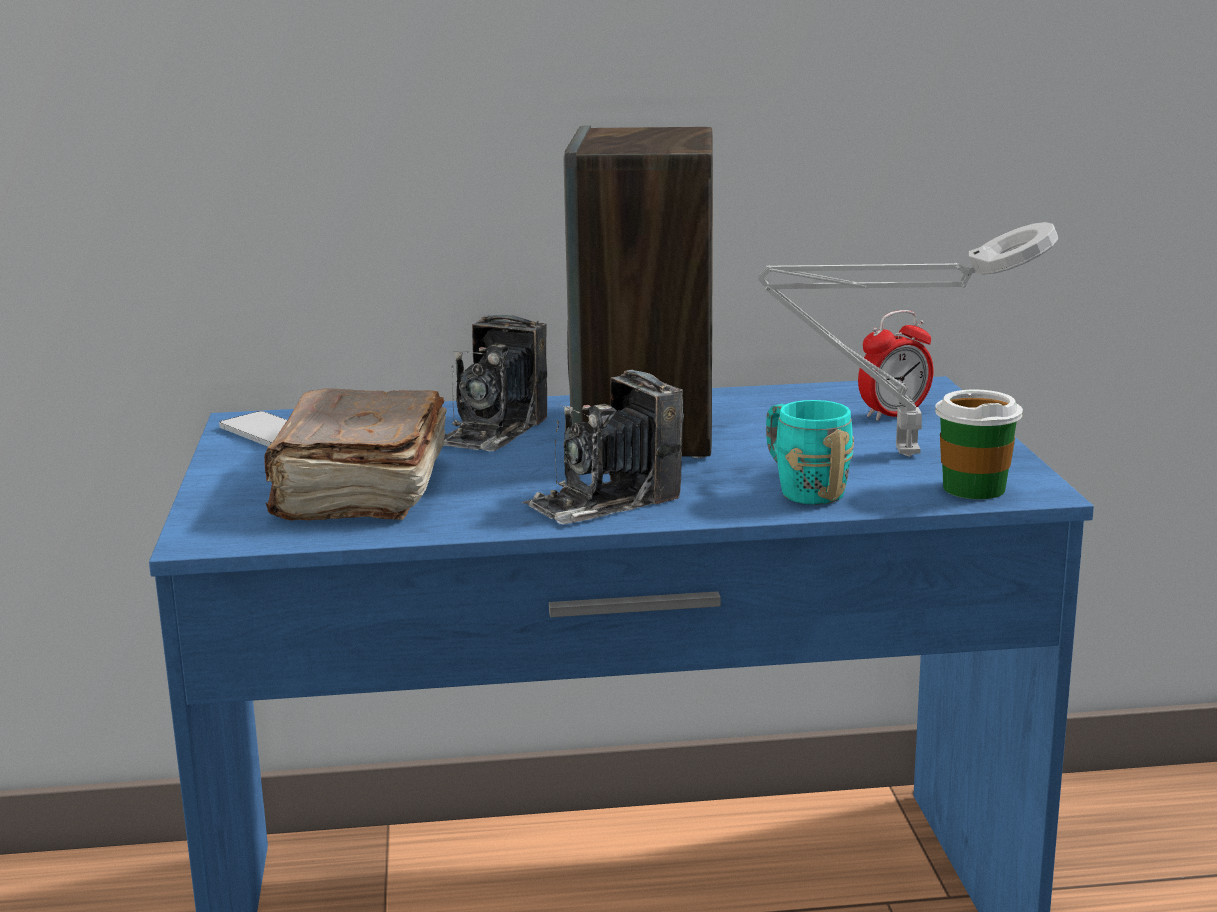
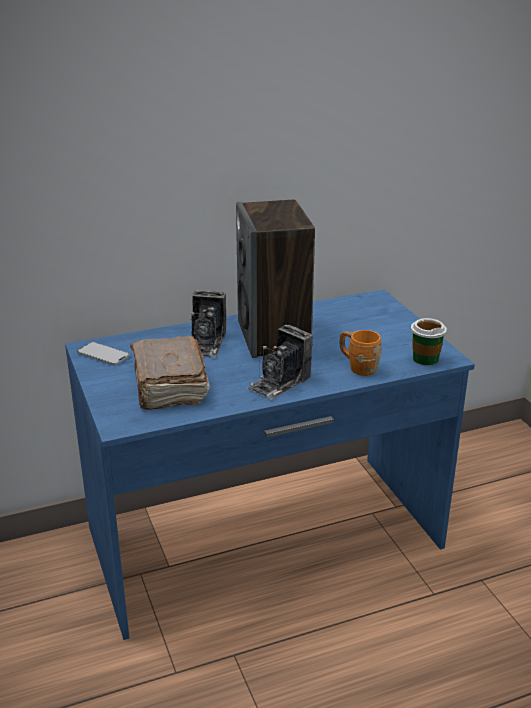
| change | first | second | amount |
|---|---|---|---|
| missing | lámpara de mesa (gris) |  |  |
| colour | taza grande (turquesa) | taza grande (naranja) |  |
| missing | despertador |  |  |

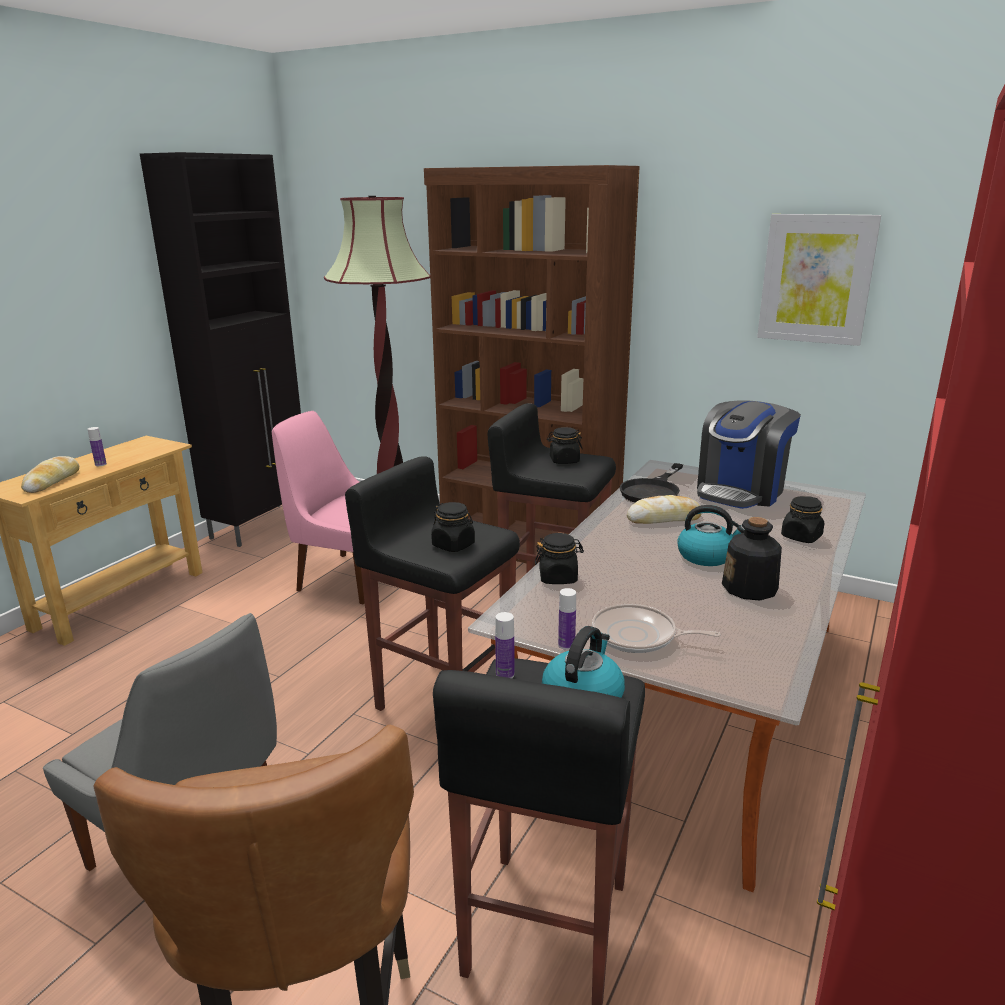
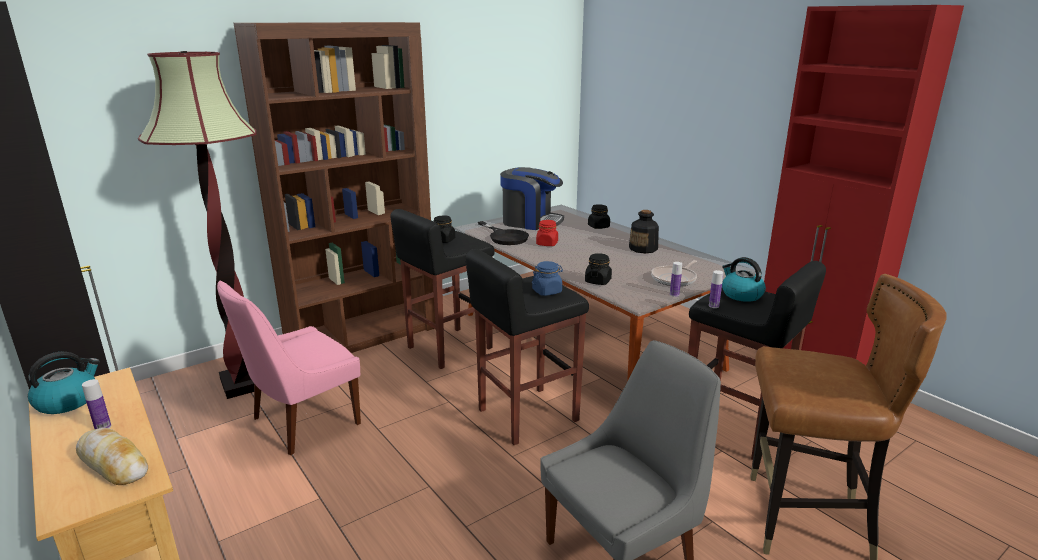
| change | first | second | amount |
|---|---|---|---|
| colour | tarro (negro) (no. 1 from left) | tarro (azul) |  |
| exchanged | pan (no. 2 from left) | tarro (rojo) |  |
| relocated | hervidor (no. 2 from left in the first image) | hervidor (no. 1 from left) |  |
| spun | cafetera |  | 45 degrees counterclockwise |
| missing | cuadro |  |  |

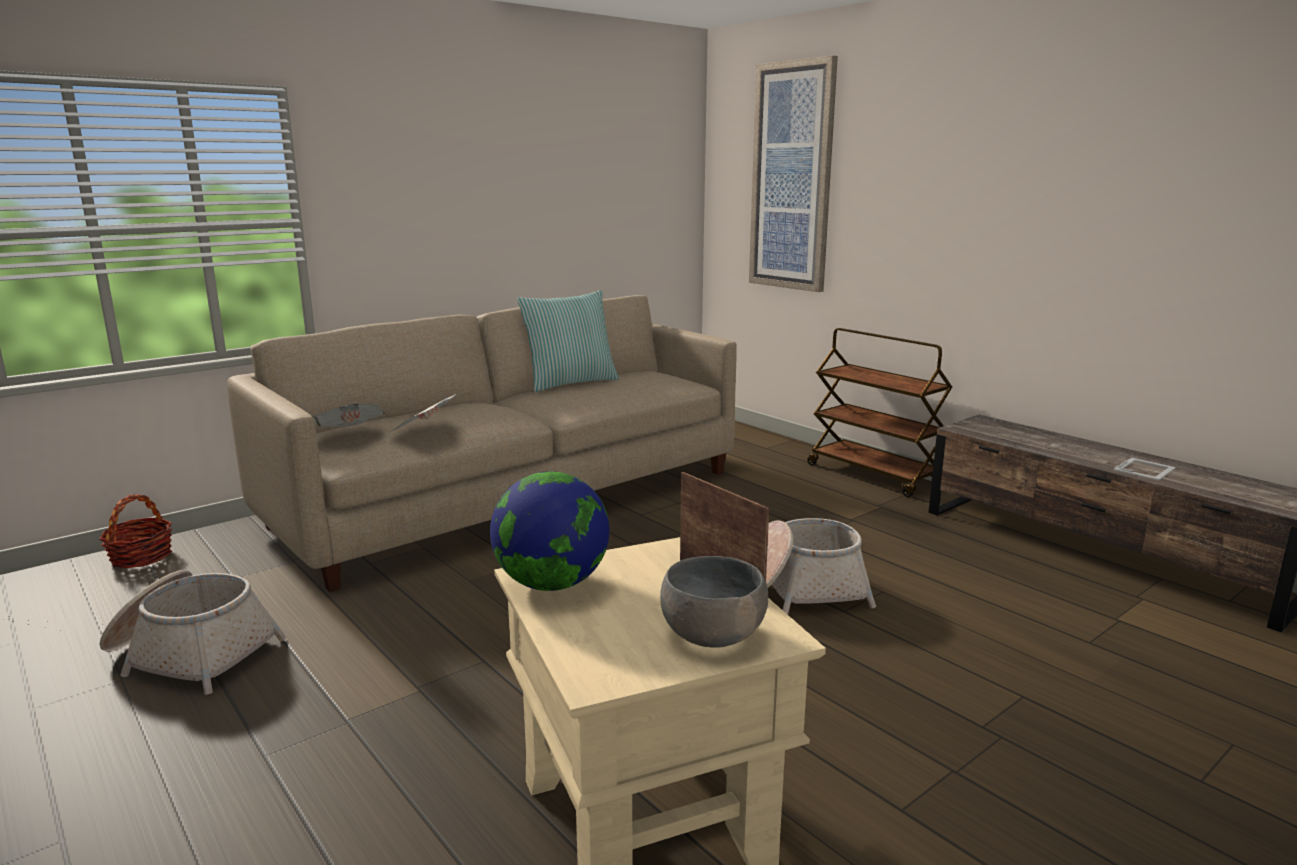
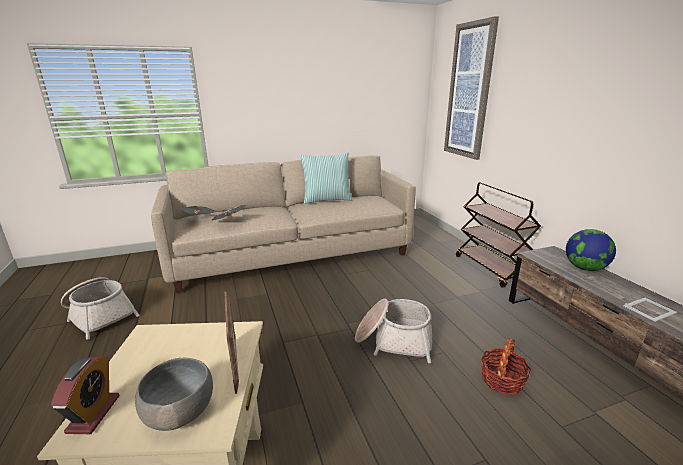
| change | first | second | amount |
|---|---|---|---|
| relocated | cesta (no. 1 from left in the first image) | cesta (no. 3 from left) |  |
| relocated | globo terráqueo |  |  |
| appeared |  | despertador |  |

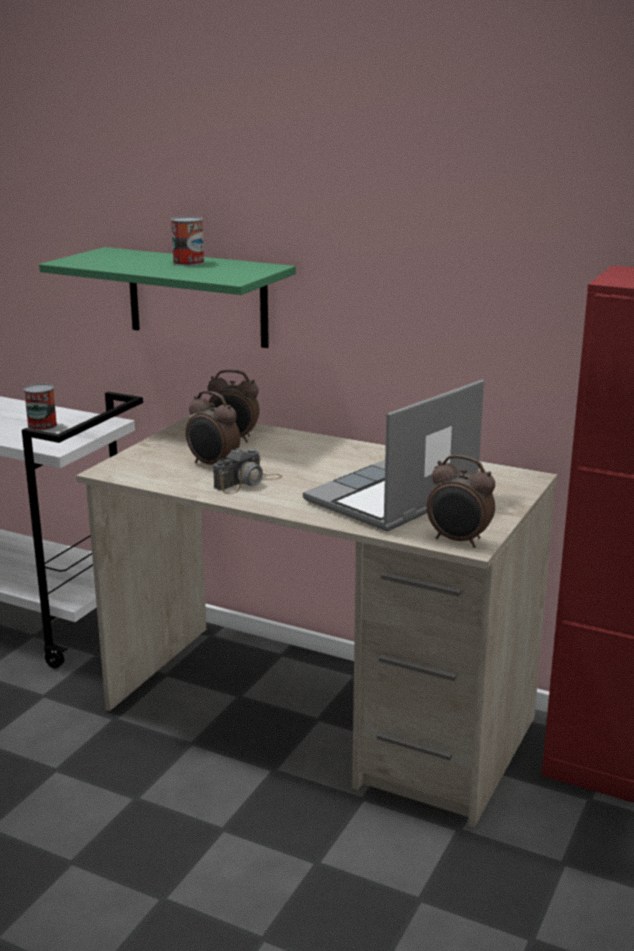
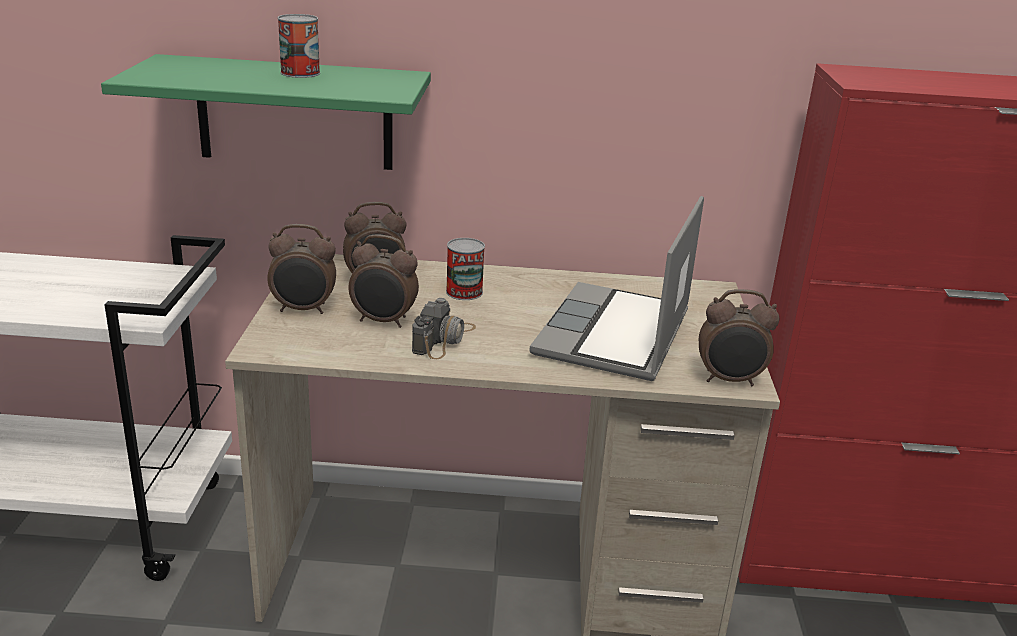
| change | first | second | amount |
|---|---|---|---|
| relocated | lata (no. 1 from left in the first image) | lata (no. 2 from left) |  |
| appeared |  | despertador (no. 1 from left) |  |

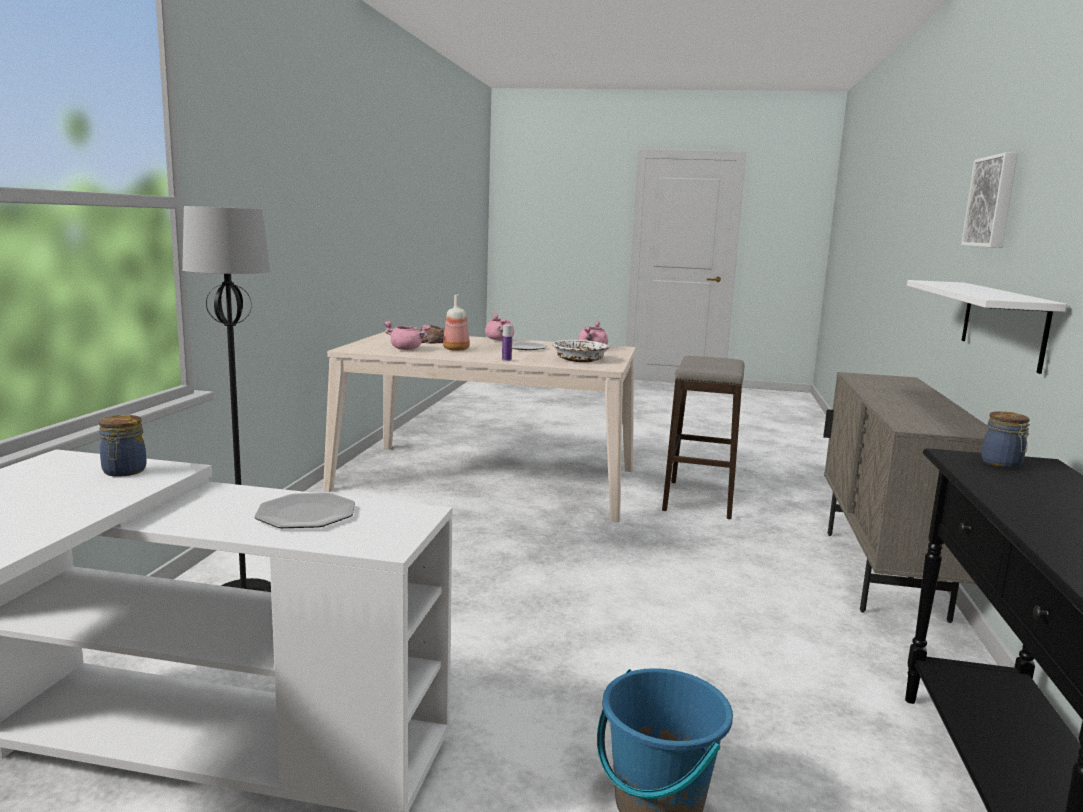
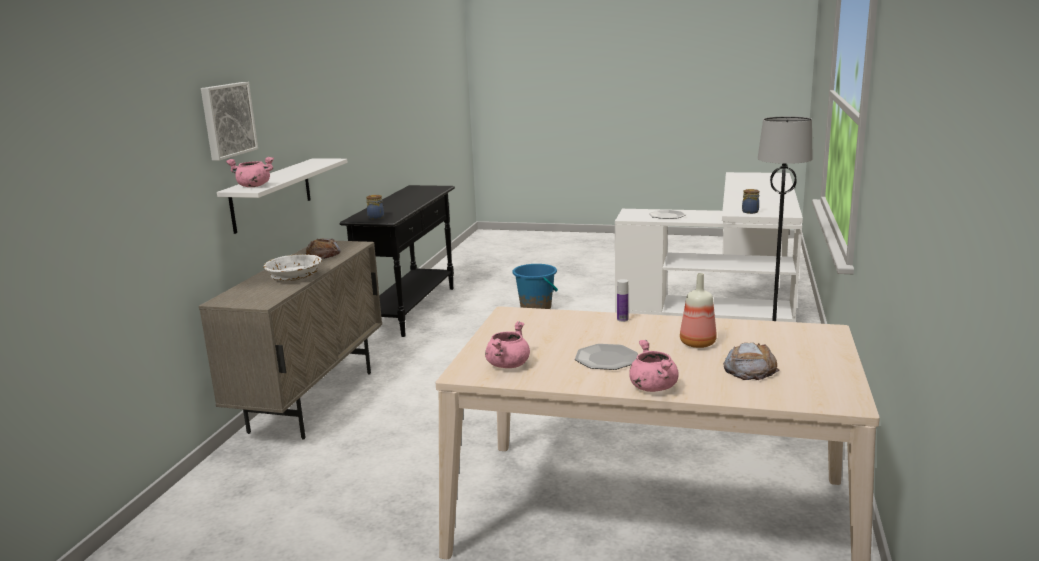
| change | first | second | amount |
|---|---|---|---|
| relocated | olla (rosa) (no. 1 from left) |  |  |
| relocated | cuenco (blanco) |  |  |
| missing | taburete |  |  |
| appeared |  | pan (no. 1 from left) |  |

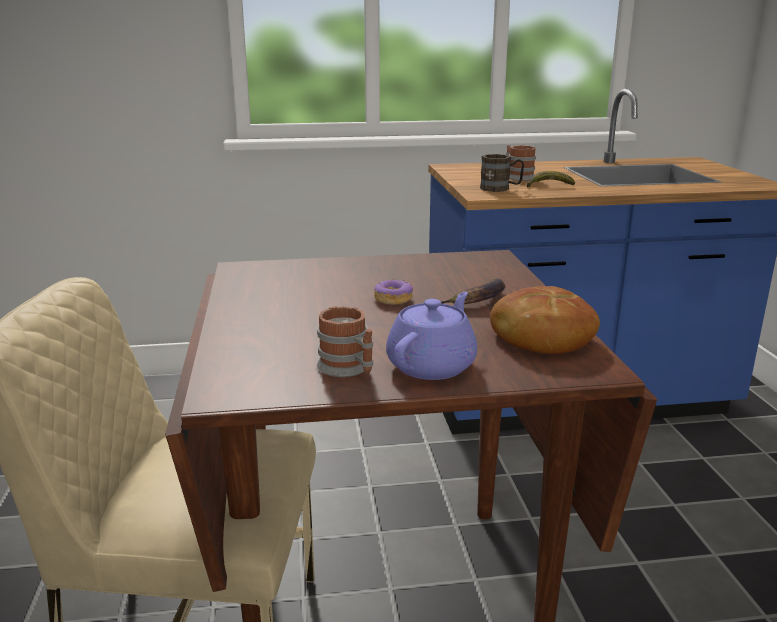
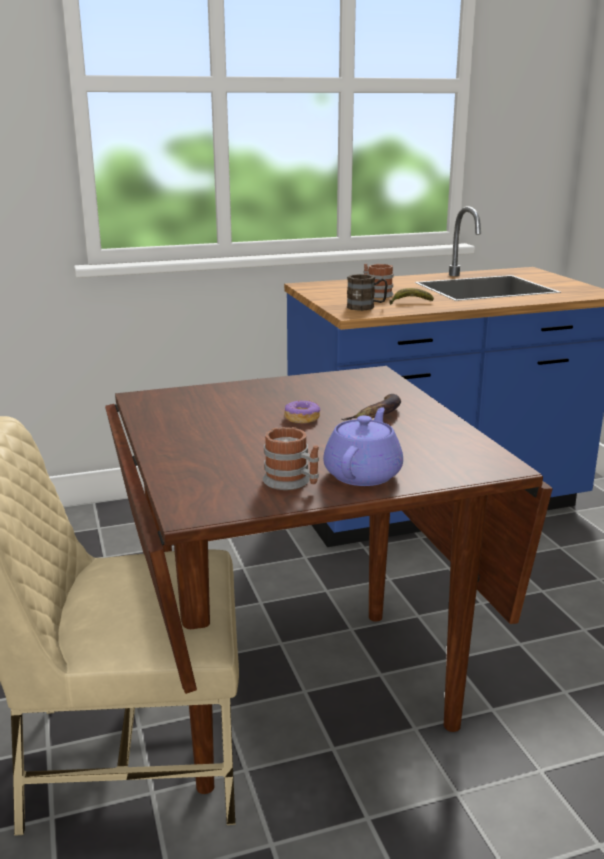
| change | first | second | amount |
|---|---|---|---|
| missing | pan |  |  |

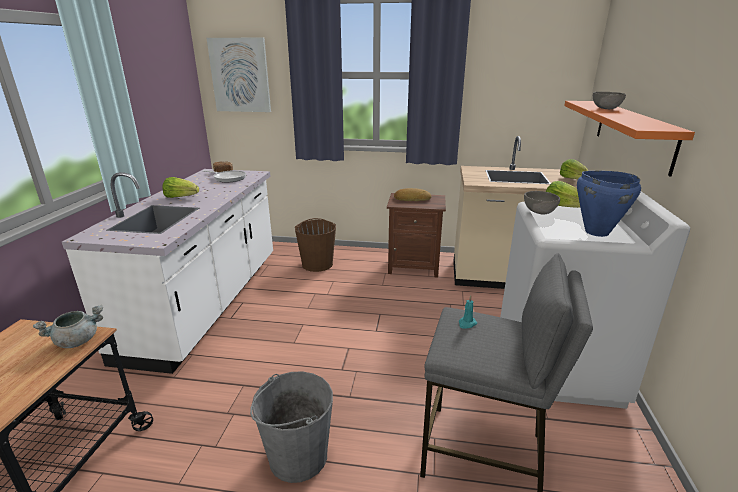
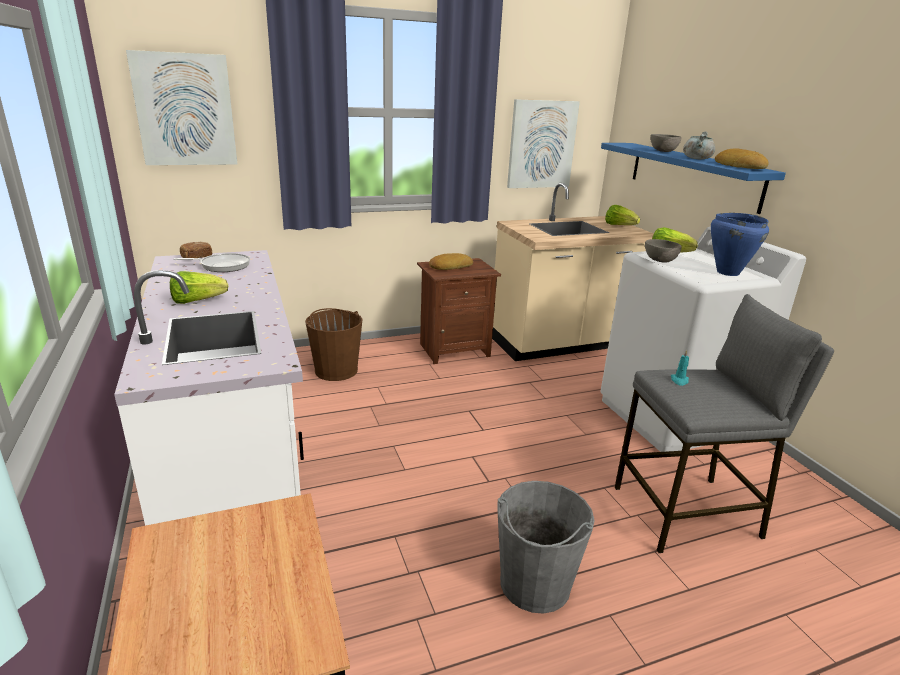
| change | first | second | amount |
|---|---|---|---|
| relocated | olla (gris) |  |  |
| colour | estante (naranja) | estante (azul) |  |
| appeared |  | cuadro (no. 2 from left) |  |
| appeared |  | pan (no. 3 from left) |  |

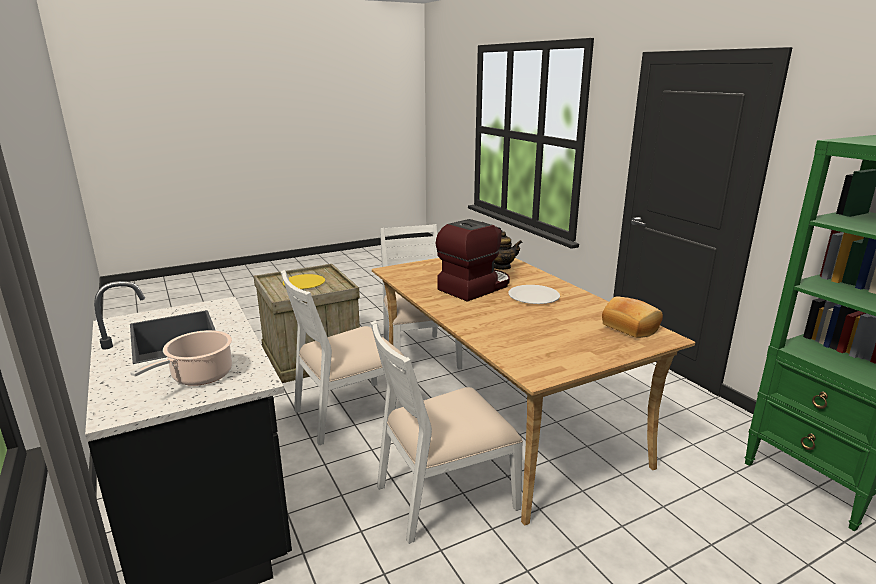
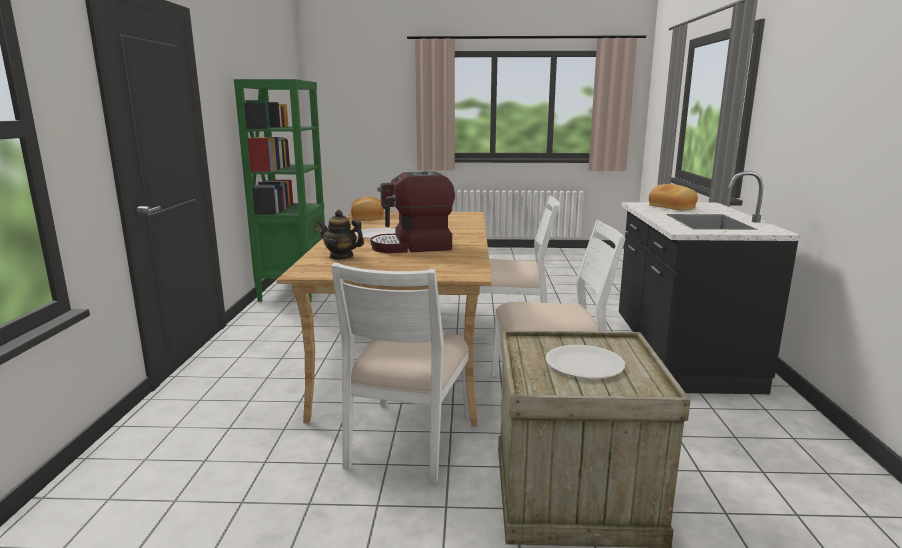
| change | first | second | amount |
|---|---|---|---|
| exchanged | olla | pan (no. 2 from left) |  |
| colour | plato (amarillo) | plato (blanco) (no. 2 from left) |  |

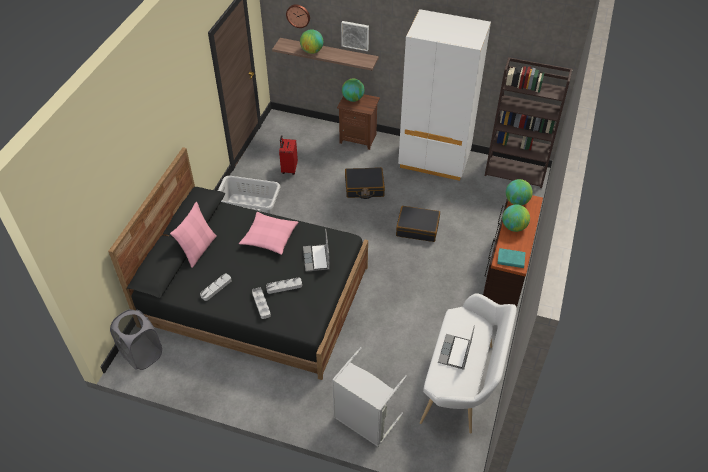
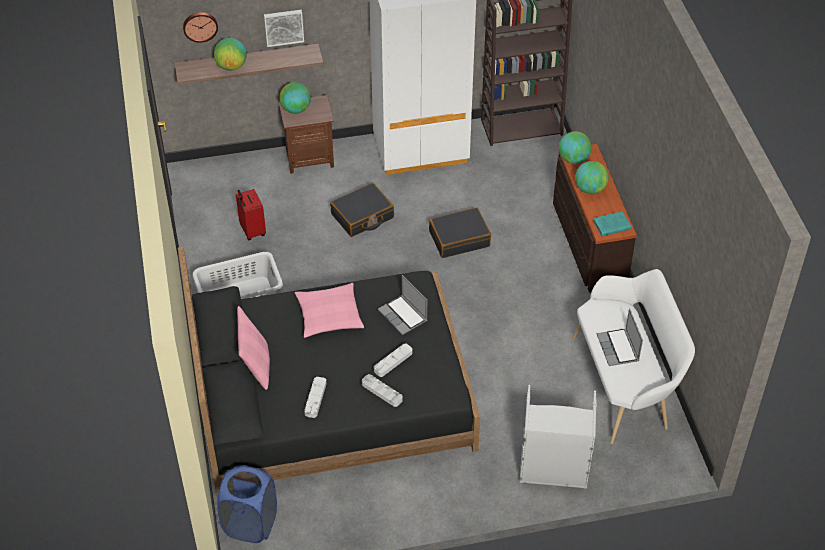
| change | first | second | amount |
|---|---|---|---|
| colour | cesto de la ropa (gris) (no. 1 from left) | cesto de la ropa (azul) |  |

